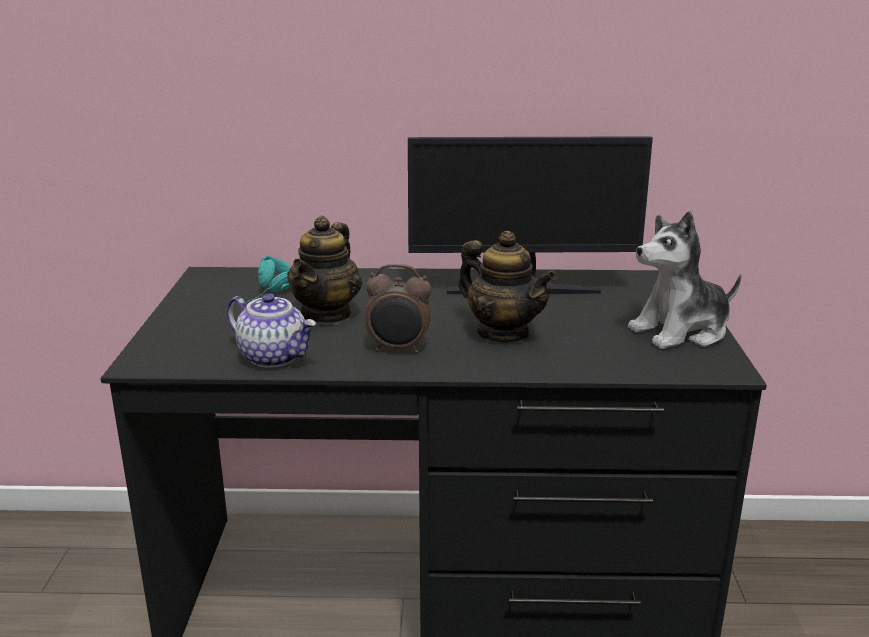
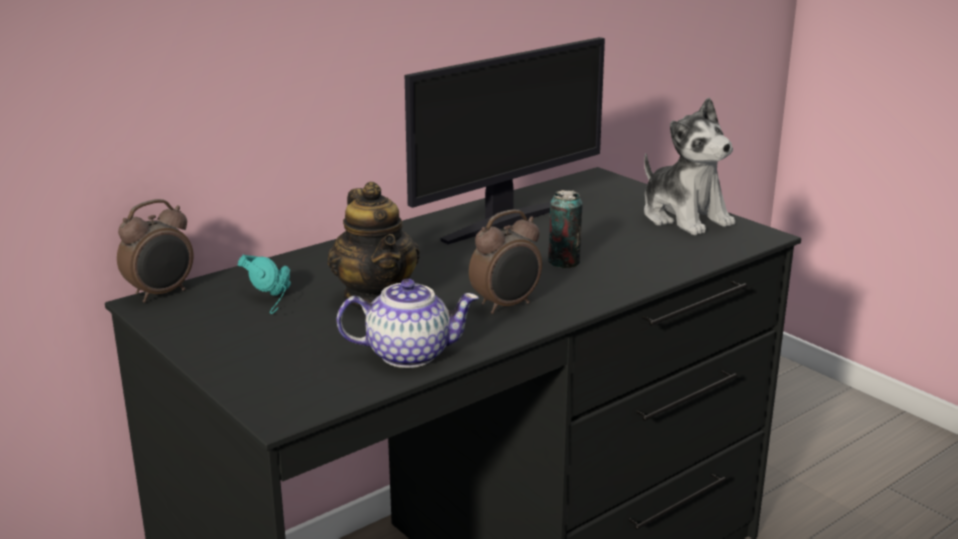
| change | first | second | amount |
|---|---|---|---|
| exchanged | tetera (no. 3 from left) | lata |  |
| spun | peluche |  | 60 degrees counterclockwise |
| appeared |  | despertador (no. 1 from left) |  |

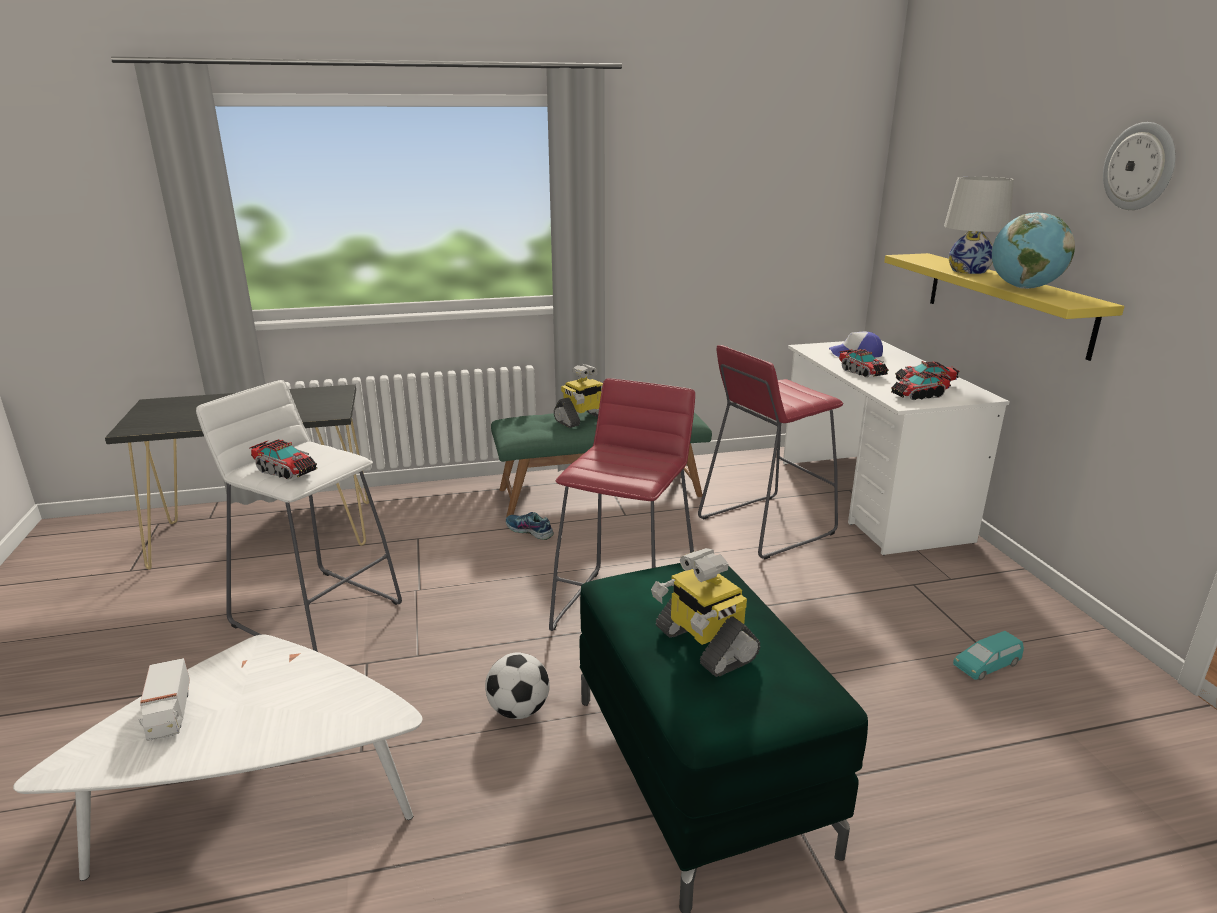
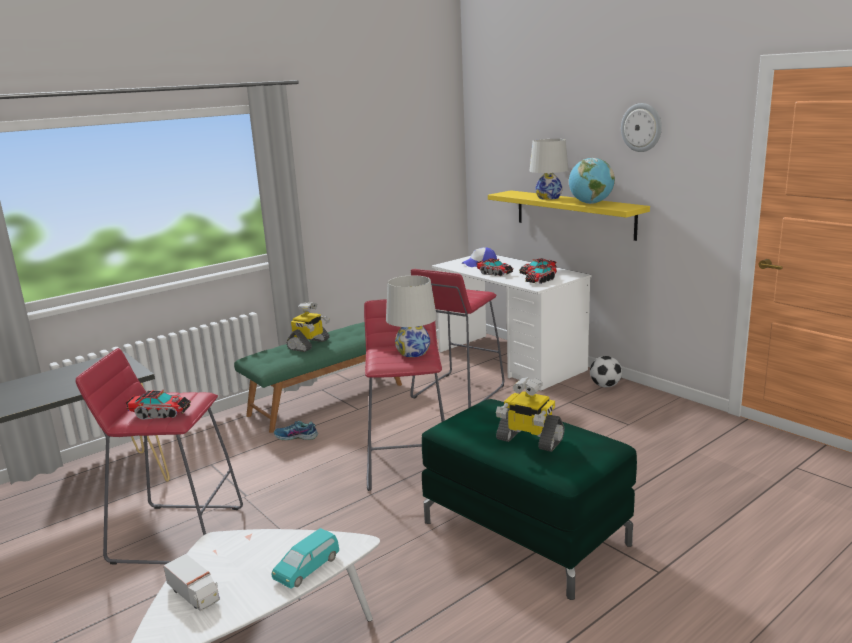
| change | first | second | amount |
|---|---|---|---|
| colour | taburete (blanco) | taburete (rojo) (no. 1 from left) |  |
| relocated | balón de fútbol |  |  |
| relocated | coche de juguete (turquesa) |  |  |
| appeared |  | lámpara de mesa (blanco) (no. 1 from left) |  |

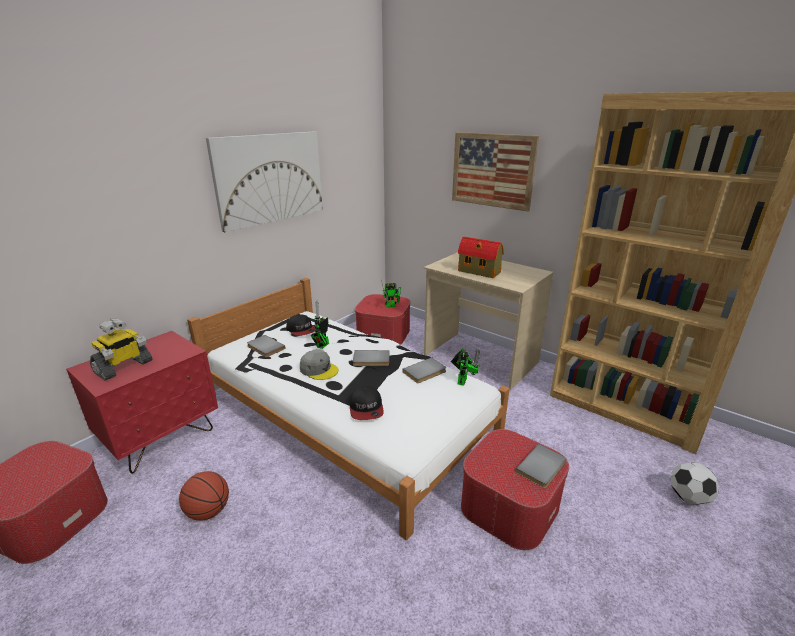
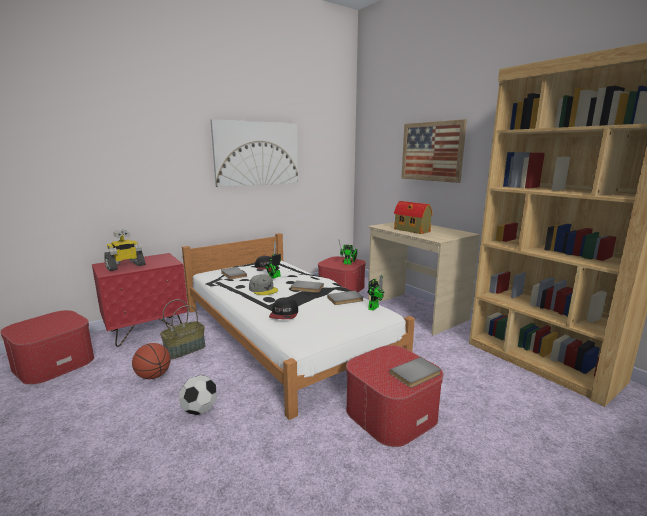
| change | first | second | amount |
|---|---|---|---|
| relocated | balón de fútbol |  |  |
| appeared |  | cesta |  |

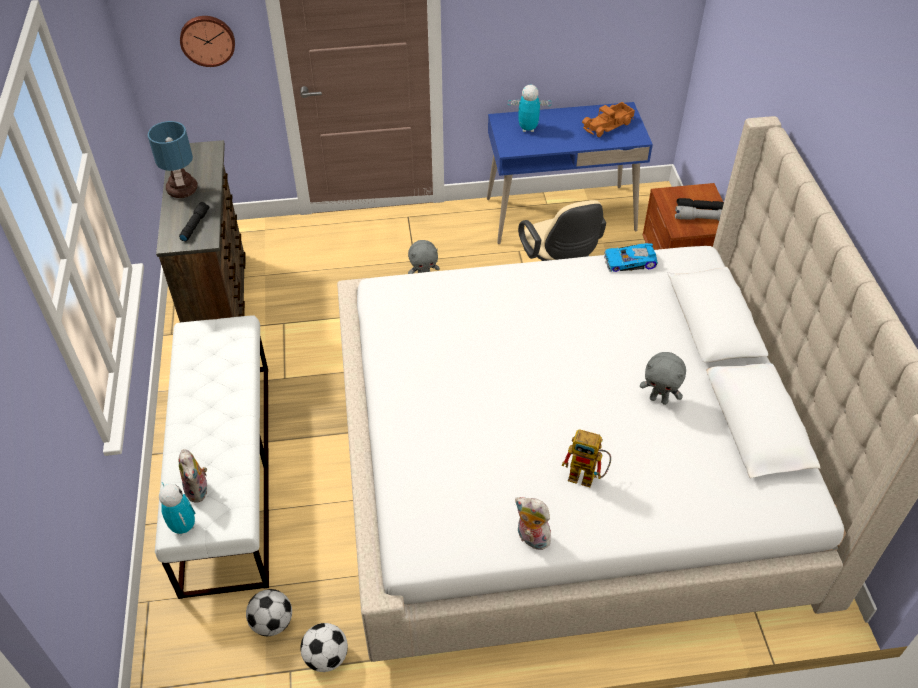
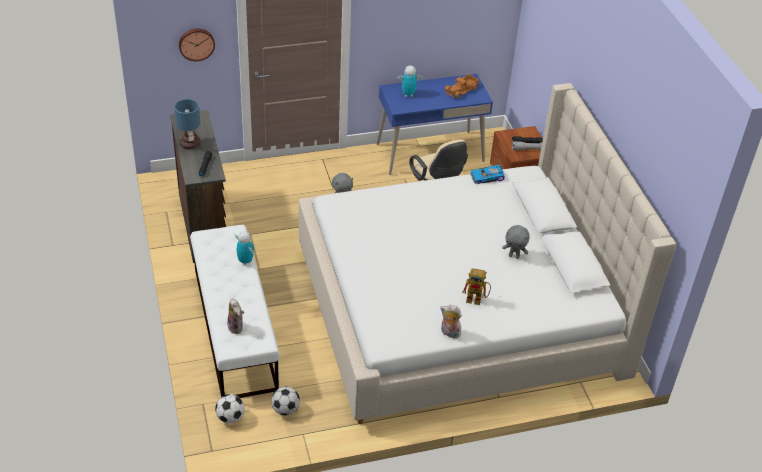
| change | first | second | amount |
|---|---|---|---|
| relocated | robot de juguete (no. 1 from left) |  |  |
| relocated | balón de fútbol (no. 2 from left in the first image) | balón de fútbol (no. 1 from left) |  |

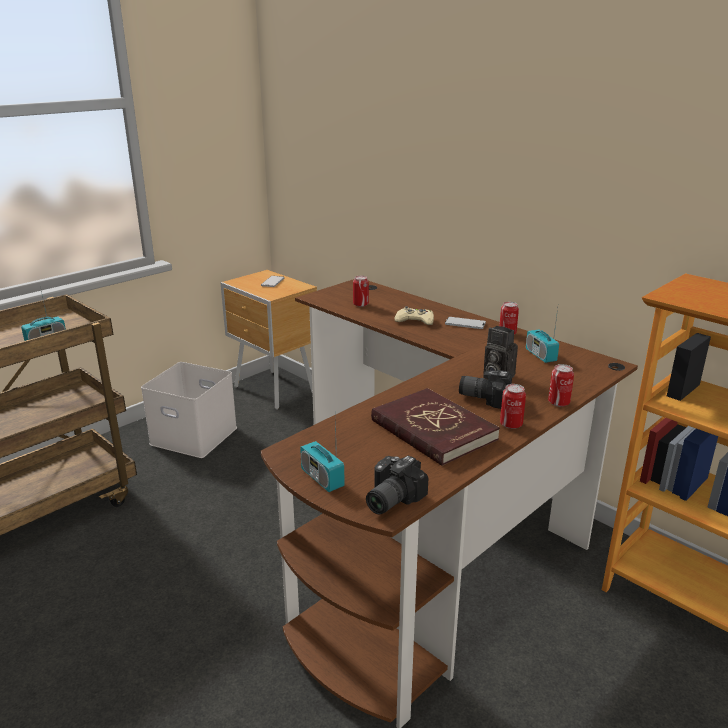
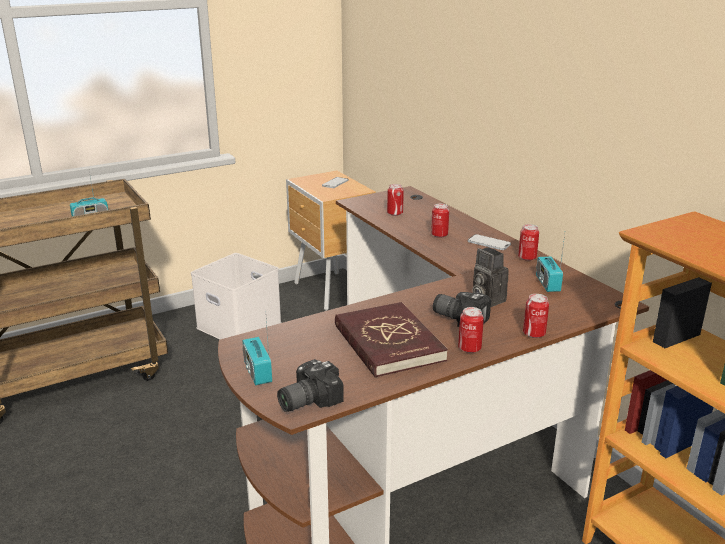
| change | first | second | amount |
|---|---|---|---|
| exchanged | mando de consola (beis) | lata (no. 2 from left) |  |

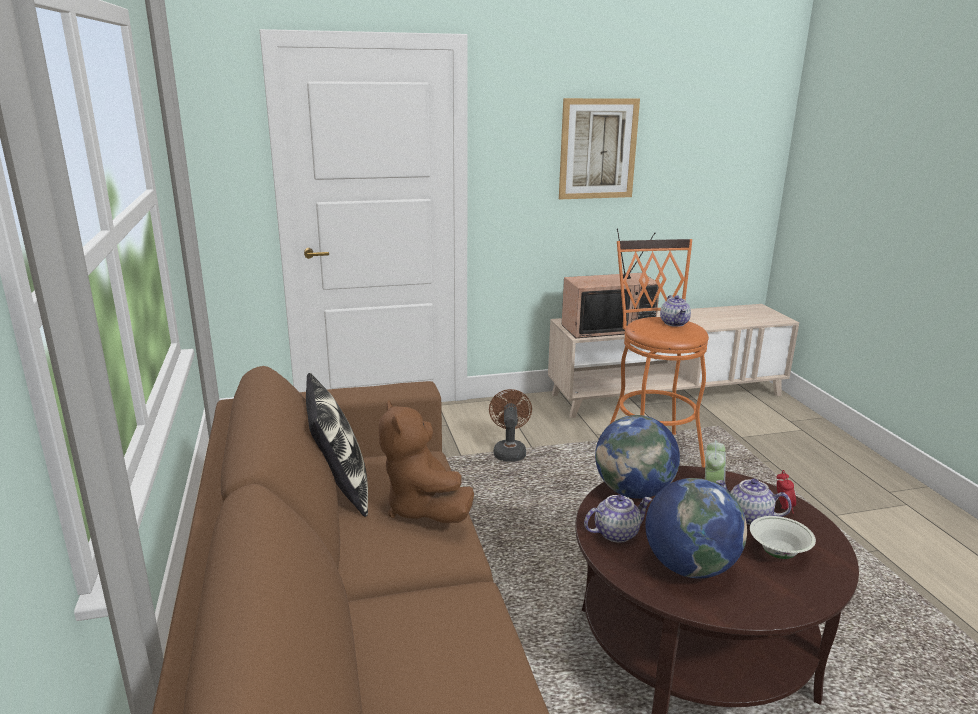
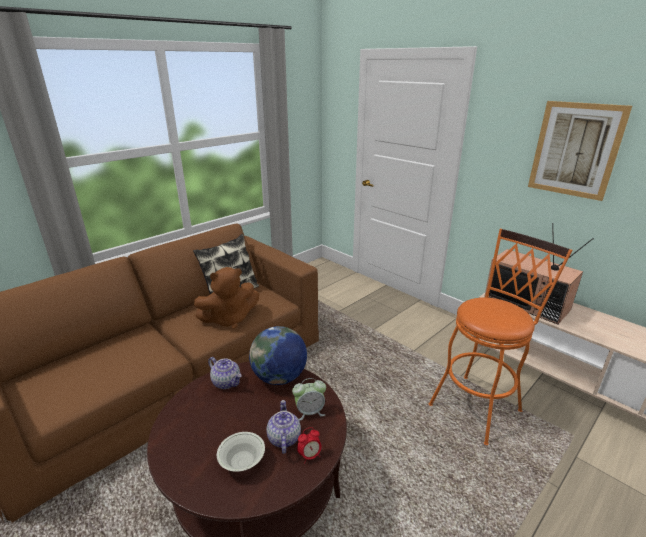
| change | first | second | amount |
|---|---|---|---|
| spun | peluche (marrón) |  | 150 degrees counterclockwise |
| missing | ventilador (marrón) |  |  |
| missing | globo terráqueo (no. 2 from left) |  |  |
| missing | tetera (no. 2 from left) |  |  |

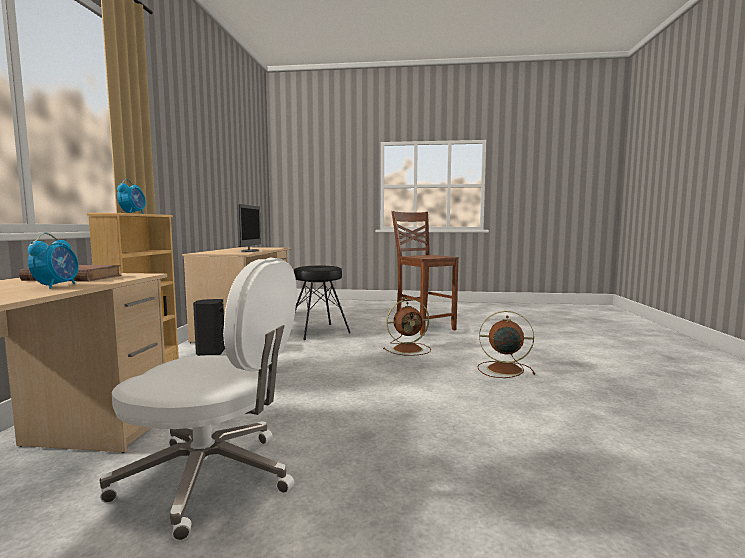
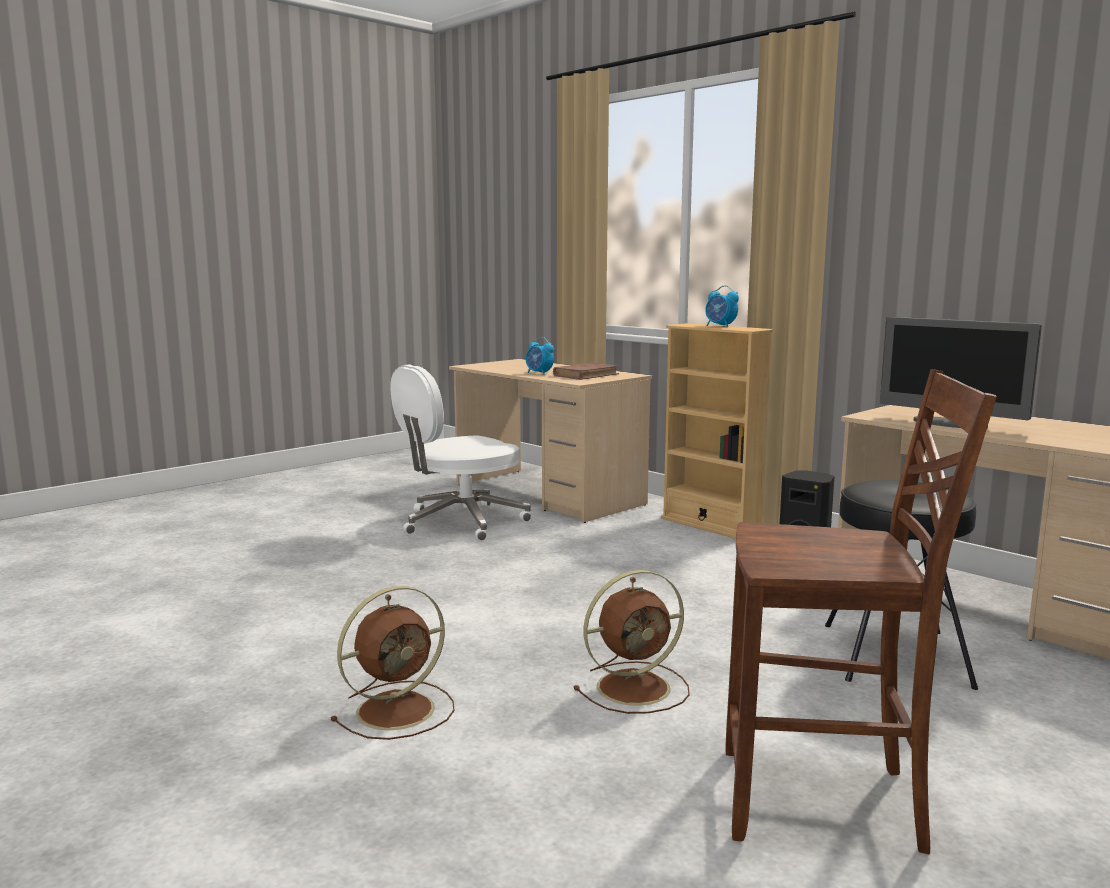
| change | first | second | amount |
|---|---|---|---|
| spun | ventilador (marrón) (no. 1 from left in the first image) | ventilador (marrón) (no. 2 from left) | 135 degrees counterclockwise |

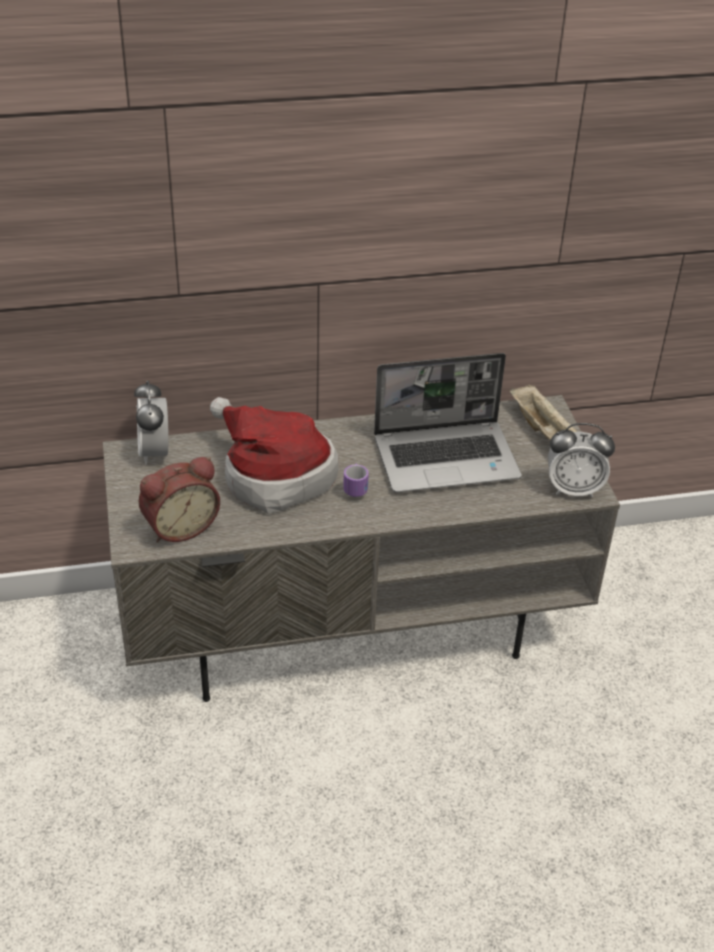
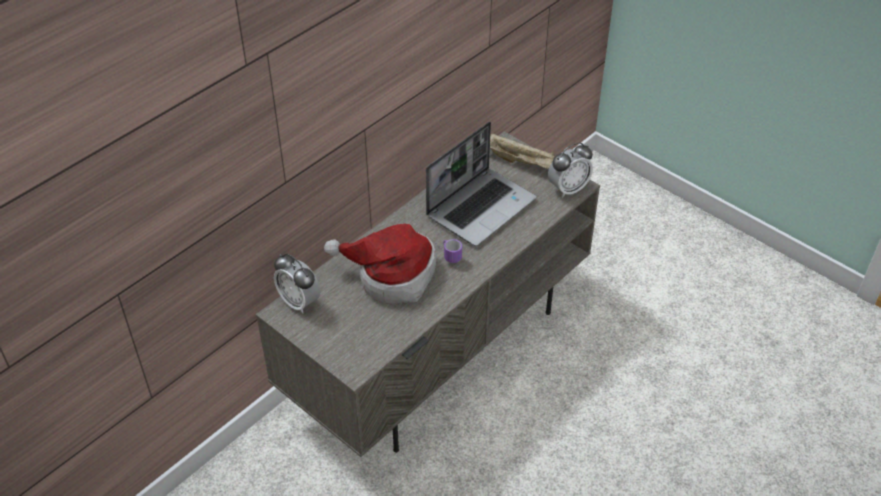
| change | first | second | amount |
|---|---|---|---|
| missing | despertador (no. 2 from left) |  |  |

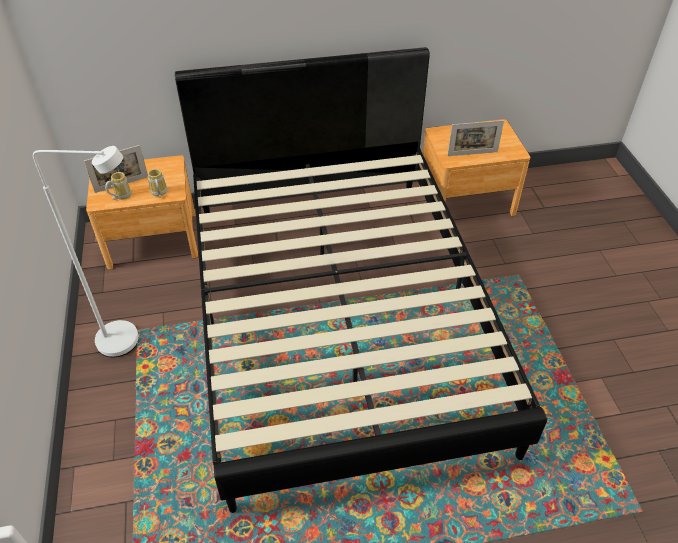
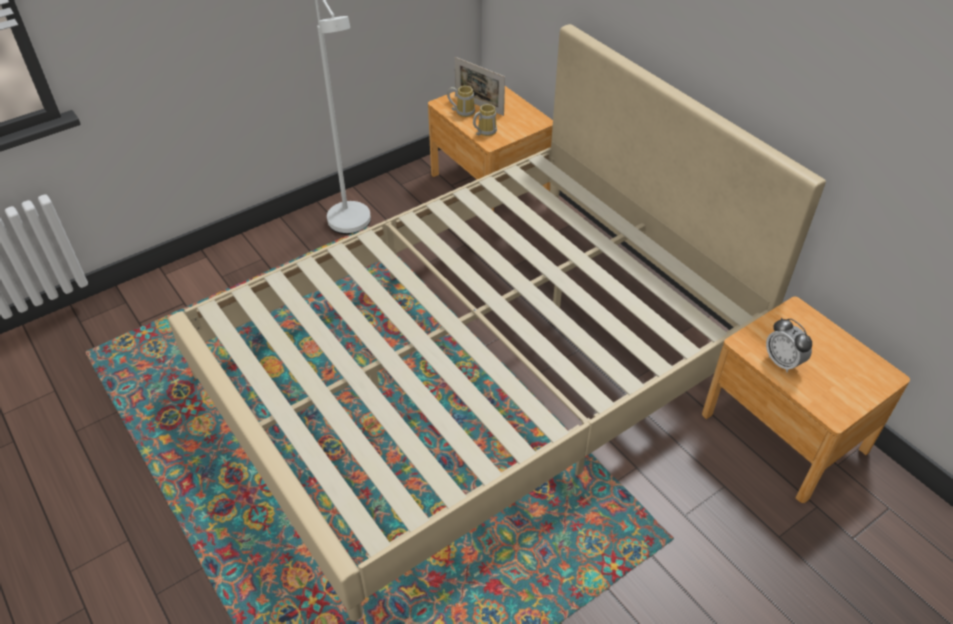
| change | first | second | amount |
|---|---|---|---|
| colour | cama (negro) | cama (beis) |  |
| exchanged | portarretratos (no. 2 from left) | despertador |  |

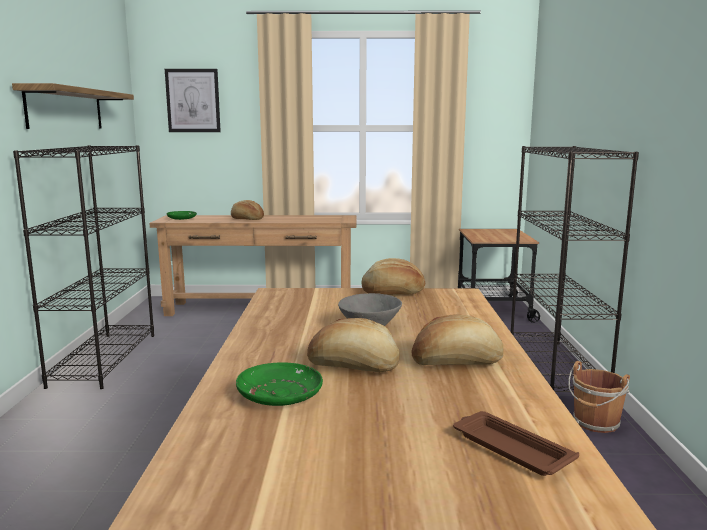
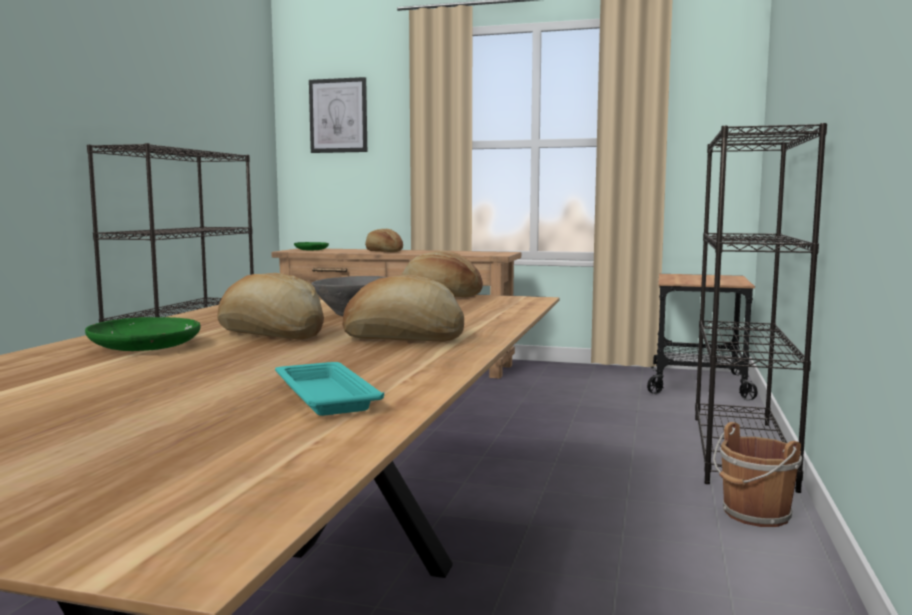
| change | first | second | amount |
|---|---|---|---|
| missing | estante |  |  |
| colour | bandeja (marrón) | bandeja (turquesa) |  |

